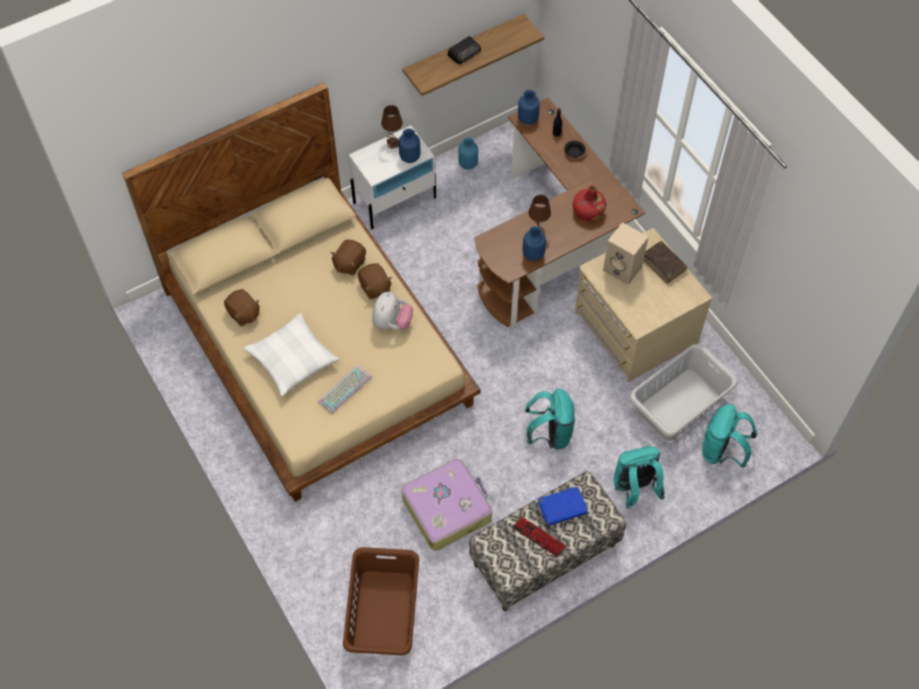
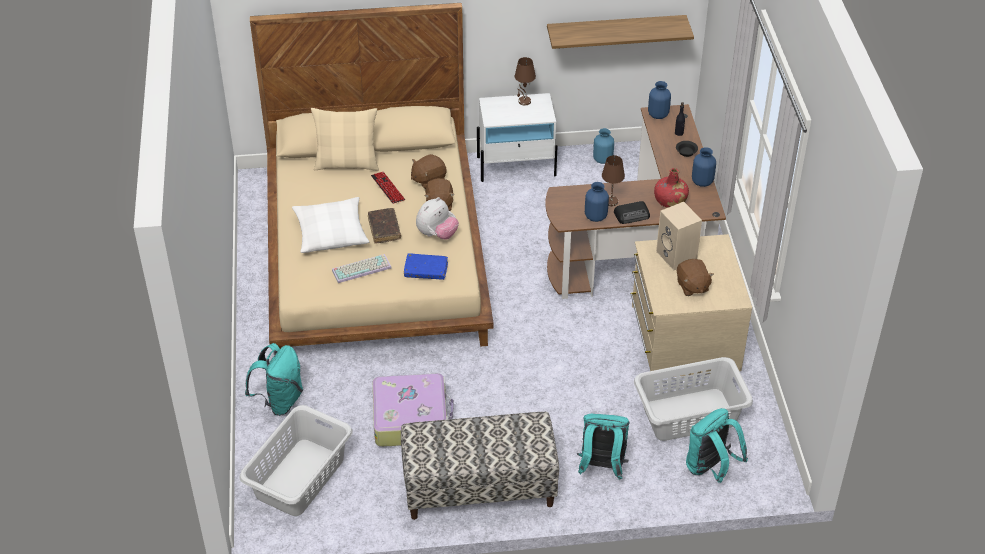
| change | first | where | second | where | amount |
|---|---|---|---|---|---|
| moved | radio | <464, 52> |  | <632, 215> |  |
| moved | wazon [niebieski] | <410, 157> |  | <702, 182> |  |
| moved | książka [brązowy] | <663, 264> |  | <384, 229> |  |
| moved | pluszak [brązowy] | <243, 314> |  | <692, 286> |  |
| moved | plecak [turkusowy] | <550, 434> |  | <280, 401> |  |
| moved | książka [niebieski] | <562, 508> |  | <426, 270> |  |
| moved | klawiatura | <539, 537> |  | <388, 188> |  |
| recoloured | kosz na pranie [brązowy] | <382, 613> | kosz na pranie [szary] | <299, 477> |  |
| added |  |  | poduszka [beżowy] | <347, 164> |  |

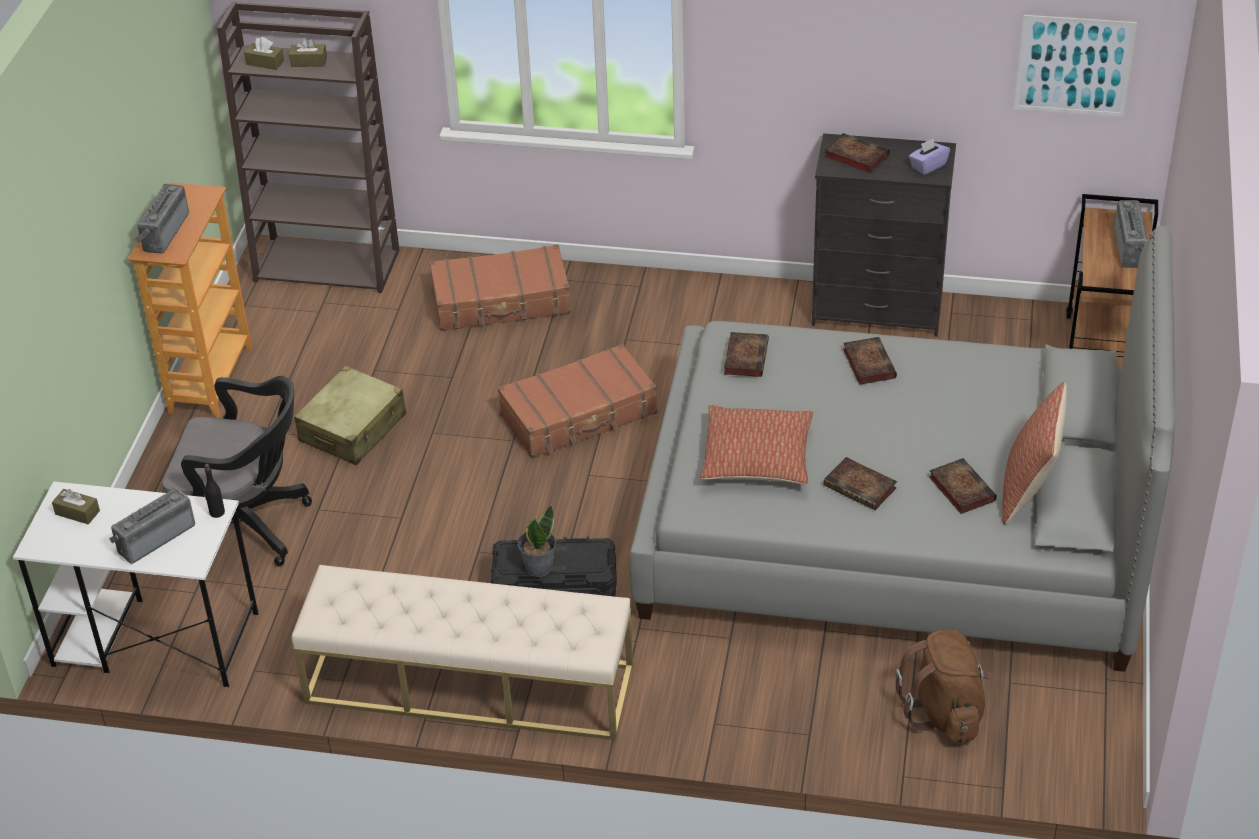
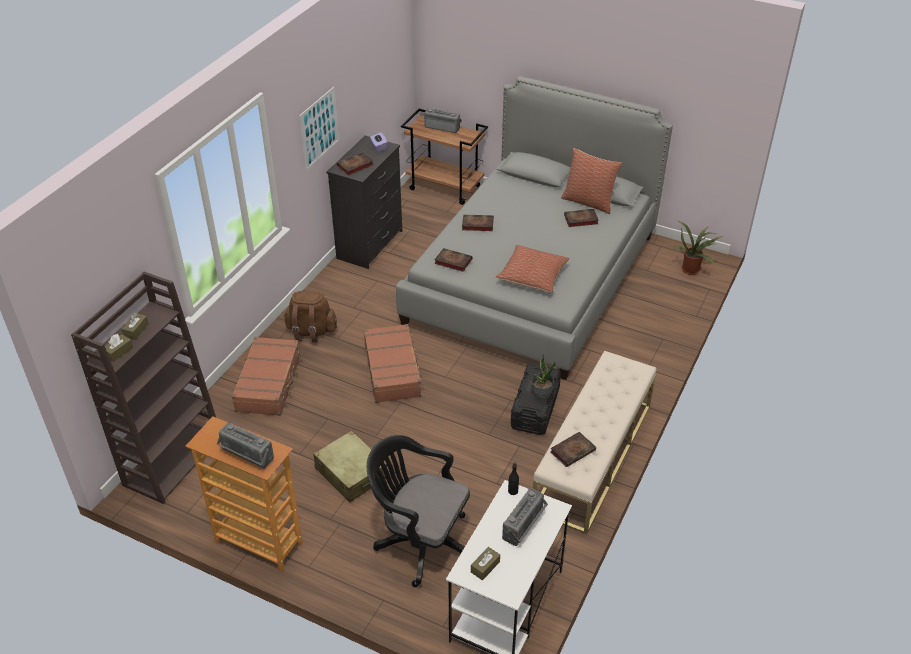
| change | first | where | second | where | amount |
|---|---|---|---|---|---|
| moved | obraz | <1074, 65> |  | <319, 128> |  |
| turned | krzesło biurowe [czarny] | <246, 527> |  | <420, 542> | 90 degrees counterclockwise |
| moved | książka | <861, 487> |  | <573, 450> |  |
| turned | radio | <154, 537> |  | <525, 526> | 120 degrees counterclockwise |
| moved | plecak [brązowy] | <945, 713> |  | <311, 332> |  |
| added |  |  | roślina doniczkowa | <692, 268> |  |

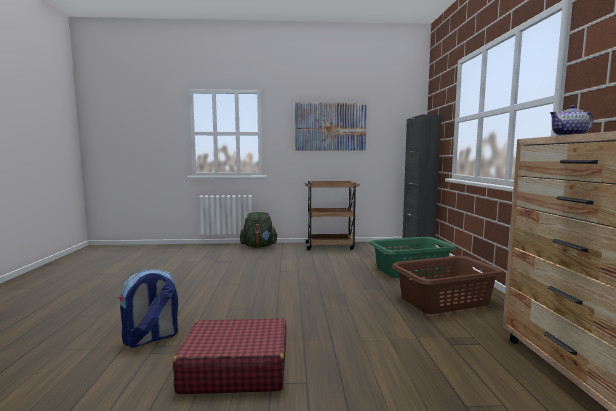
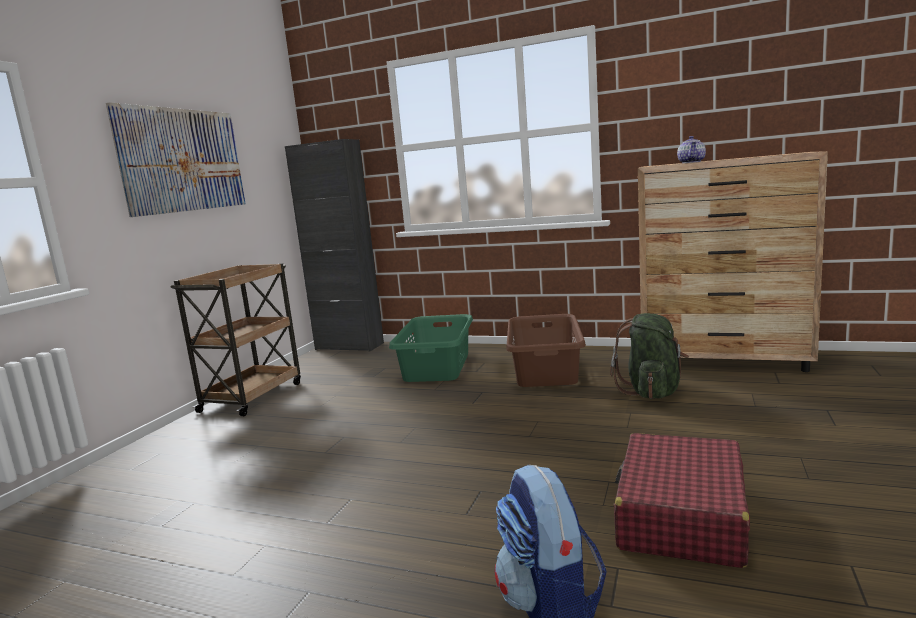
| change | first | where | second | where | amount |
|---|---|---|---|---|---|
| moved | plecak [zielony] | <259, 246> |  | <652, 392> |  |

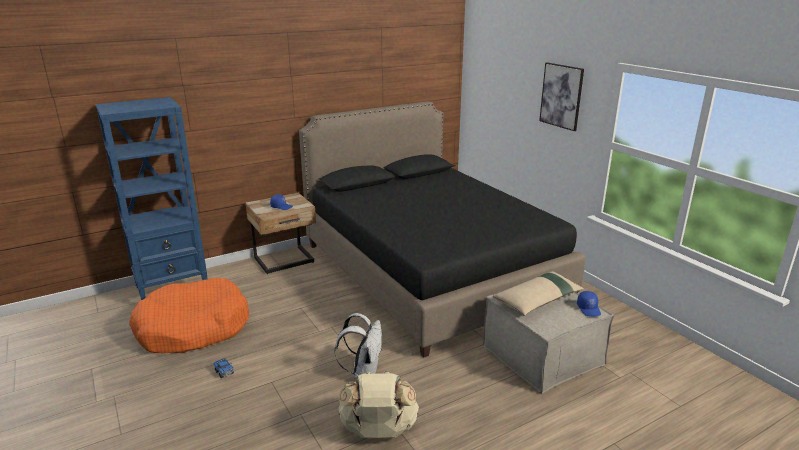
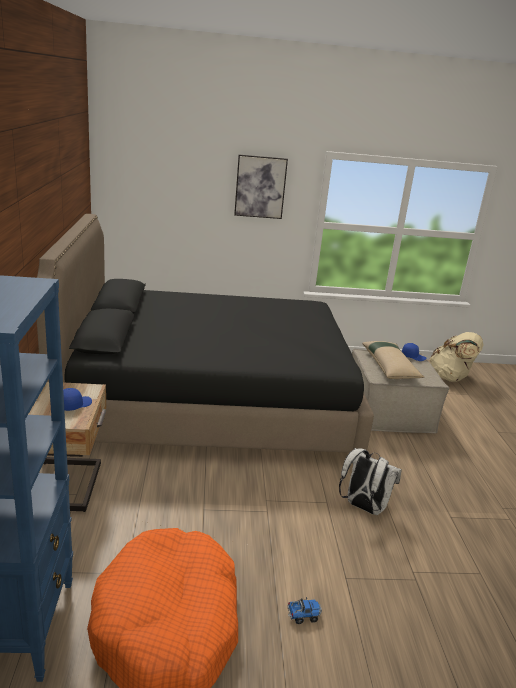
| change | first | where | second | where | amount |
|---|---|---|---|---|---|
| moved | plecak [beżowy] | <378, 431> |  | <450, 378> |  |

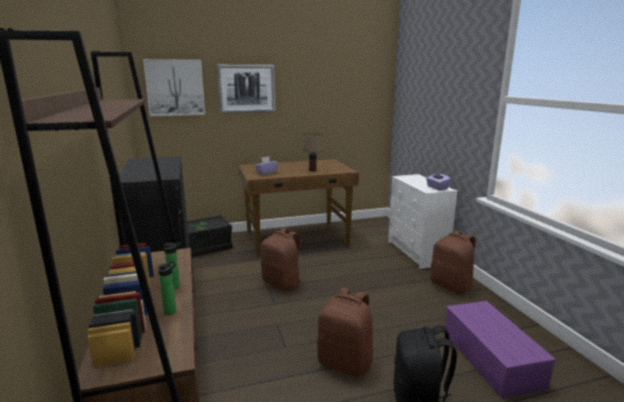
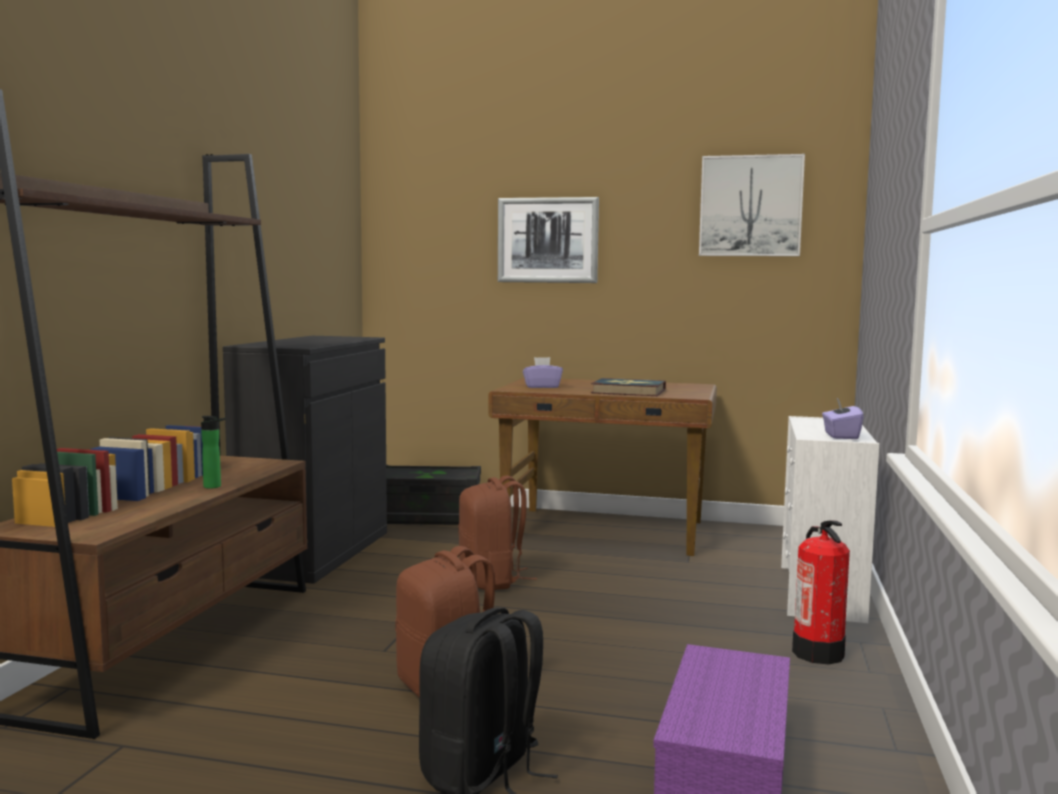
| change | first | where | second | where | amount |
|---|---|---|---|---|---|
| moved | obraz | <175, 87> |  | <750, 206> |  |
| replaced | lampa stołowa | <313, 170> | książka | <628, 391> |  |
| replaced | plecak [brązowy] | <451, 286> | gaśnica | <818, 653> |  |
| removed | butelka | <171, 310> |  |  |  |

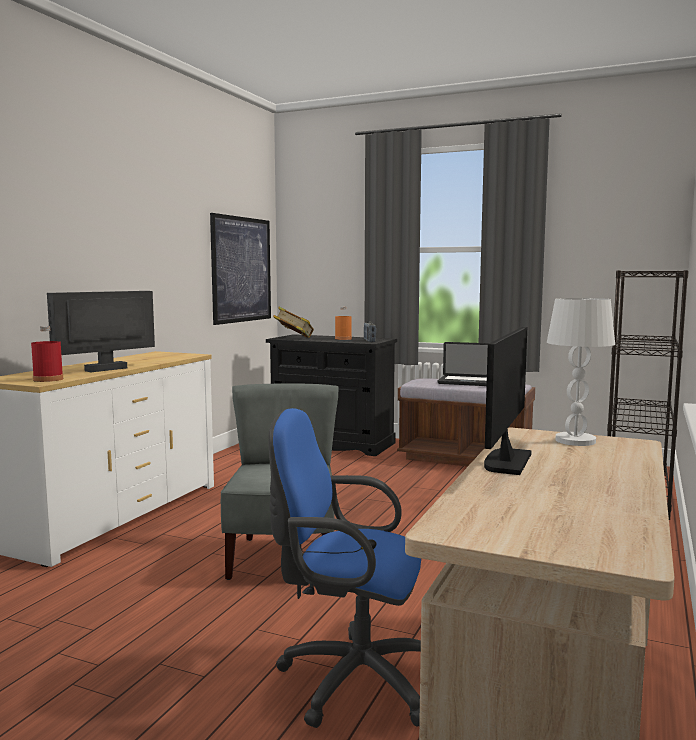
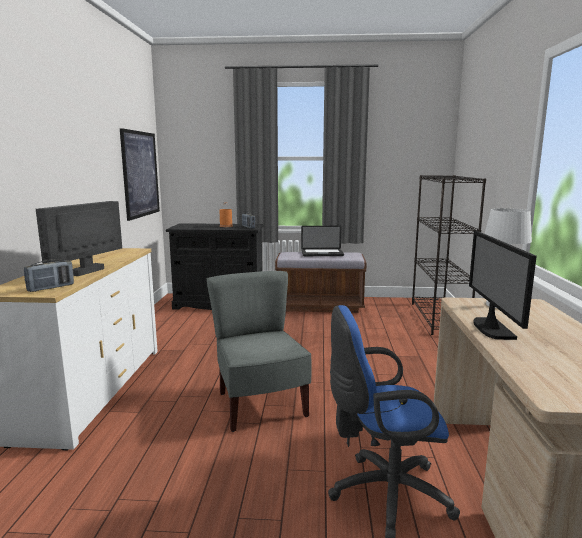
| change | first | where | second | where | amount |
|---|---|---|---|---|---|
| removed | książka | <294, 338> |  |  |  |
| replaced | butelka [czerwony] | <48, 379> | radio | <51, 288> |  |

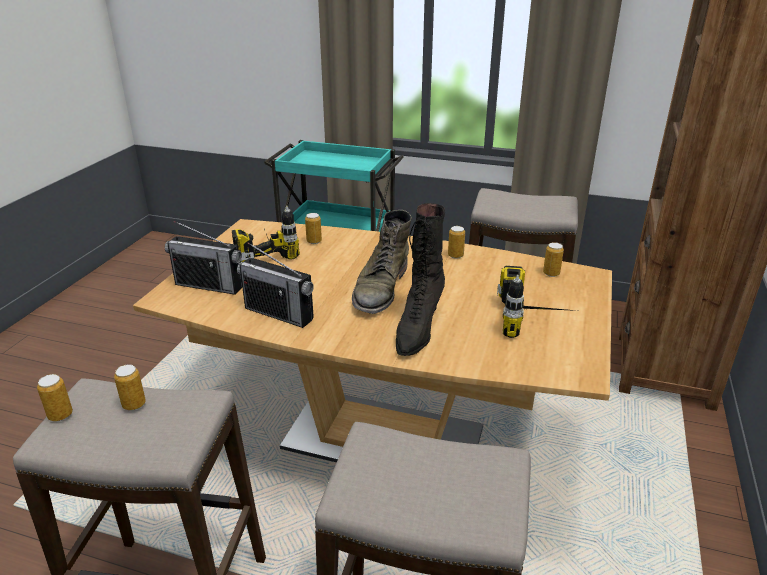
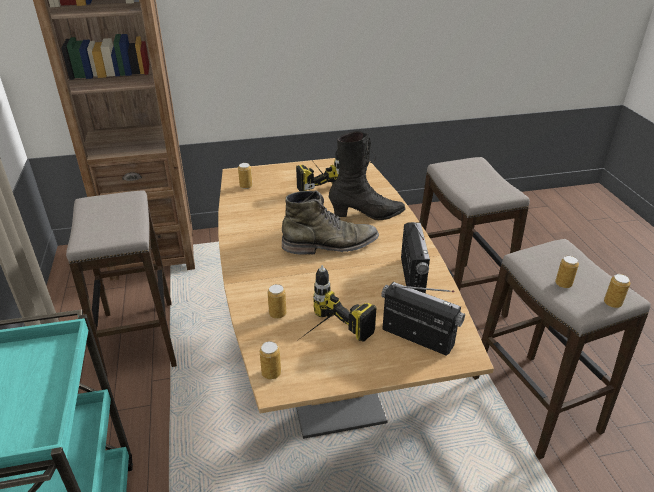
| change | first | where | second | where | amount |
|---|---|---|---|---|---|
| turned | radio | <209, 285> |  | <417, 337> | 45 degrees counterclockwise |
| moved | puszka | <455, 255> |  | <271, 373> |  |

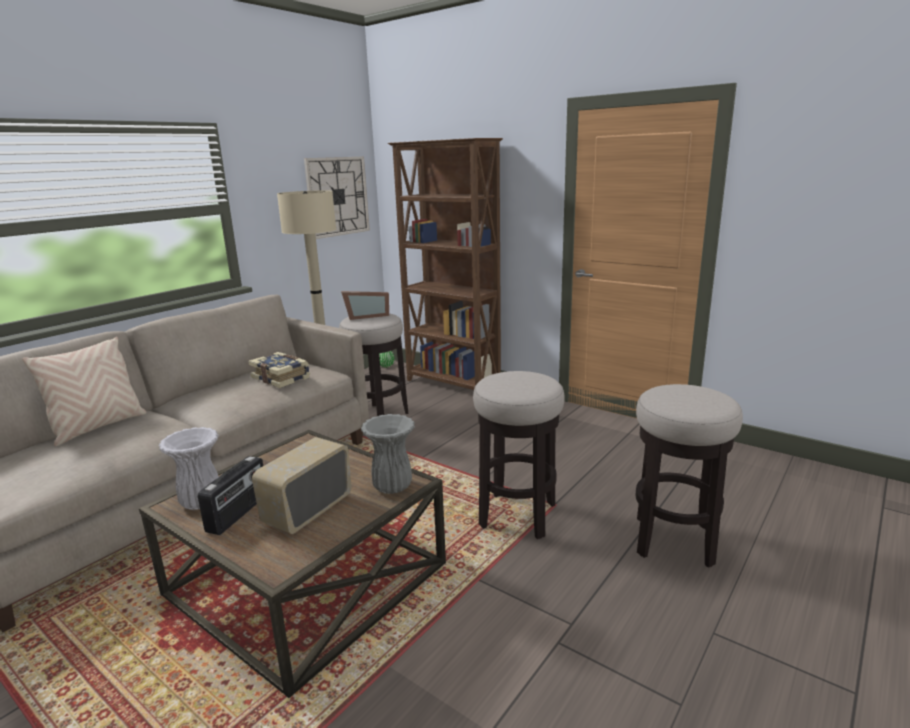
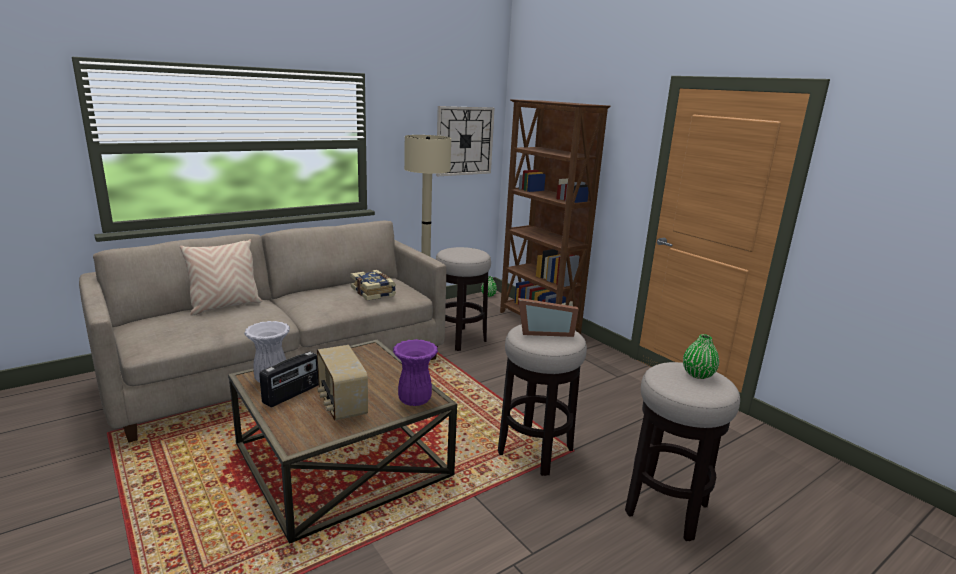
| change | first | where | second | where | amount |
|---|---|---|---|---|---|
| moved | ramka na zdjęcie | <366, 316> |  | <544, 332> |  |
| recoloured | wazon [szary] | <393, 487> | wazon [fioletowy] | <415, 401> |  |
| turned | radio | <307, 511> |  | <341, 404> | 75 degrees counterclockwise |
| added |  |  | wazon [zielony] | <698, 374> |  |

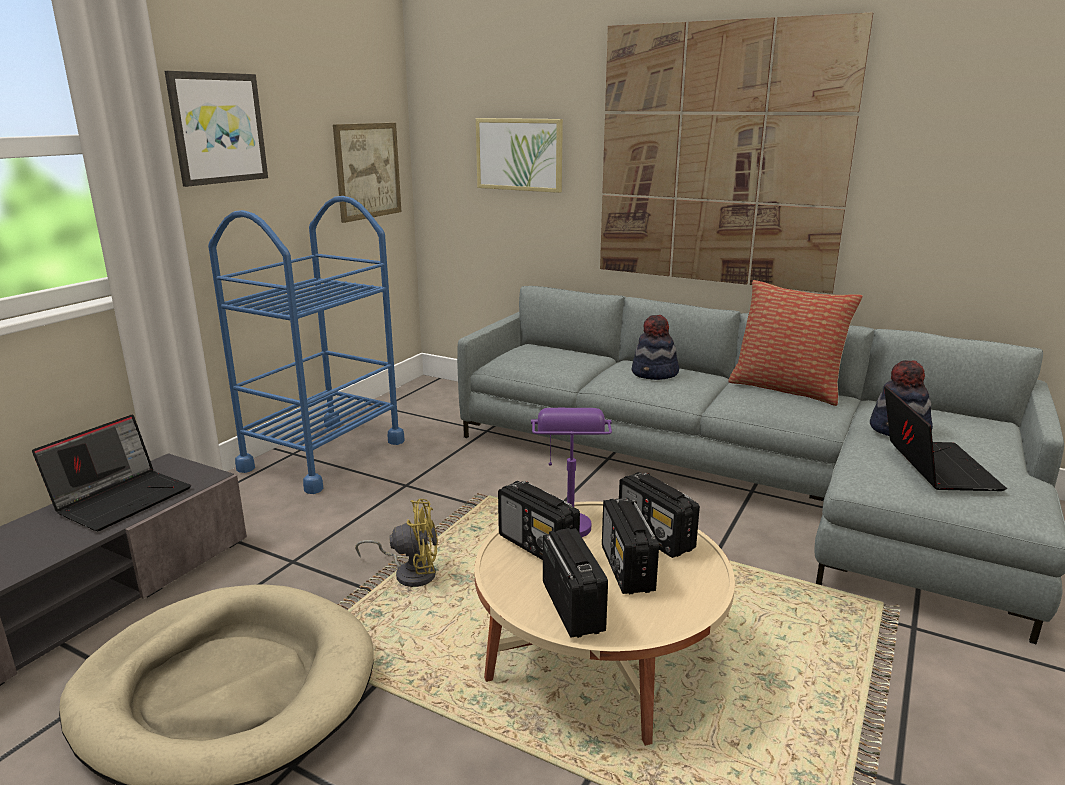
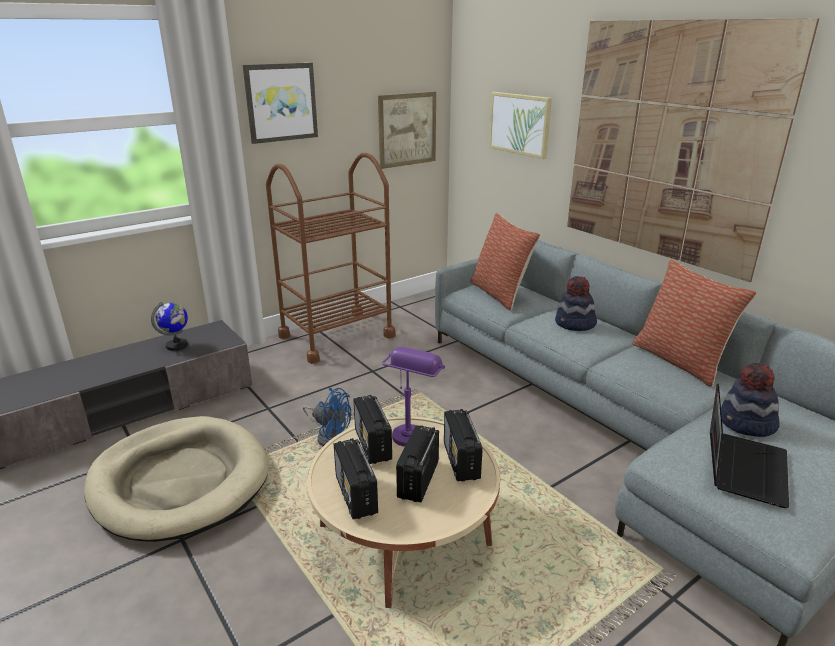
| change | first | where | second | where | amount |
|---|---|---|---|---|---|
| recoloured | wózek [niebieski] | <323, 455> | wózek [brązowy] | <336, 336> |  |
| replaced | laptop | <122, 498> | globus | <177, 346> |  |
| recoloured | wentylator [żółty] | <410, 573> | wentylator [niebieski] | <330, 436> |  |
| turned | radio | <572, 606> |  | <356, 495> | 150 degrees clockwise |
| added |  |  | poduszka | <500, 293> |  |

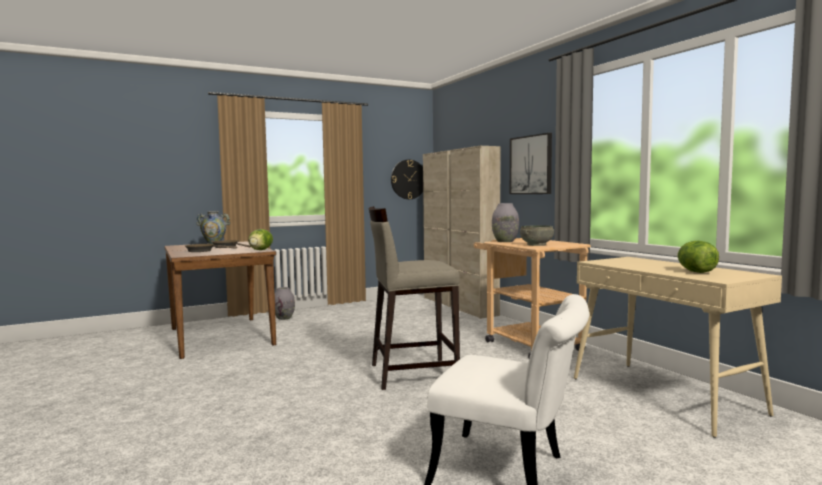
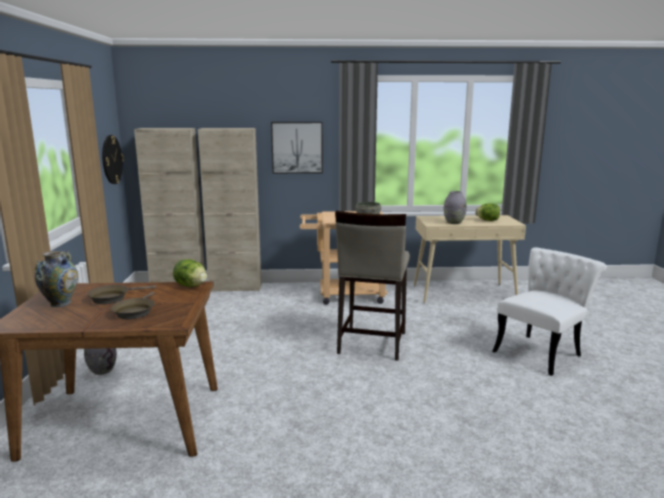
| change | first | where | second | where | amount |
|---|---|---|---|---|---|
| moved | wazon [szary] | <504, 241> |  | <454, 222> |  |

